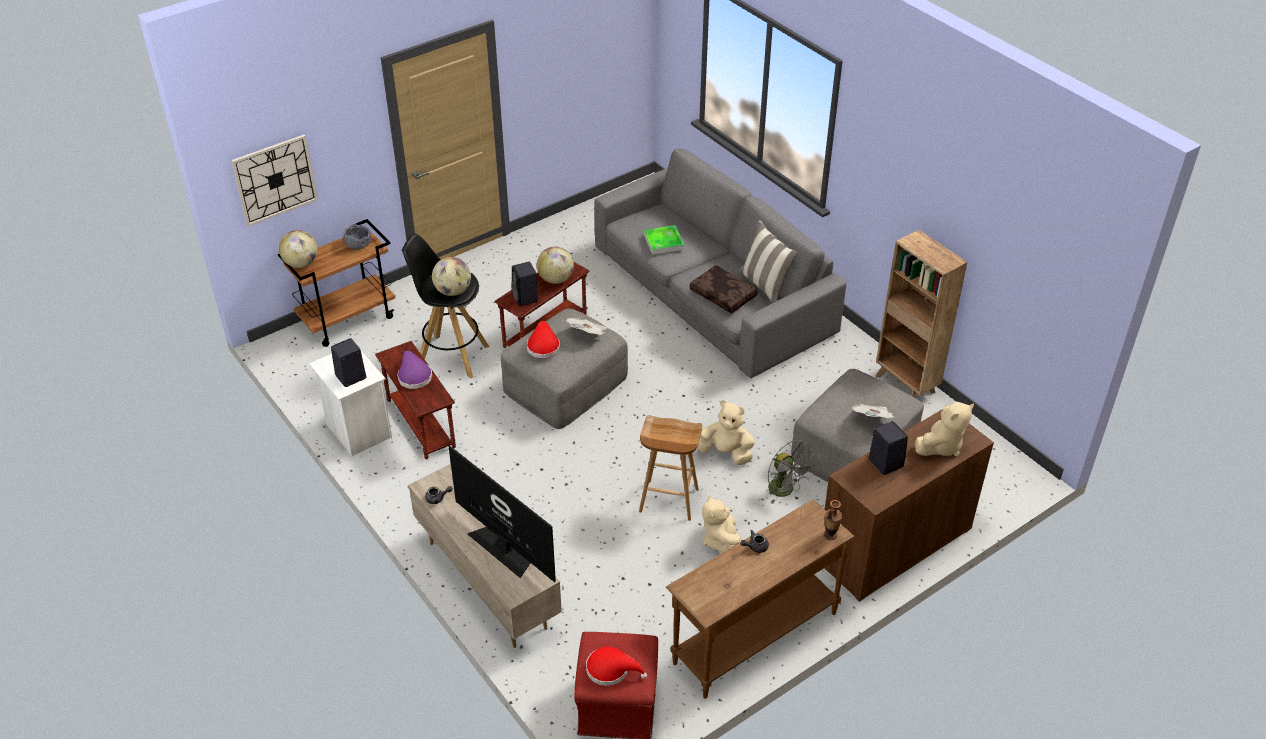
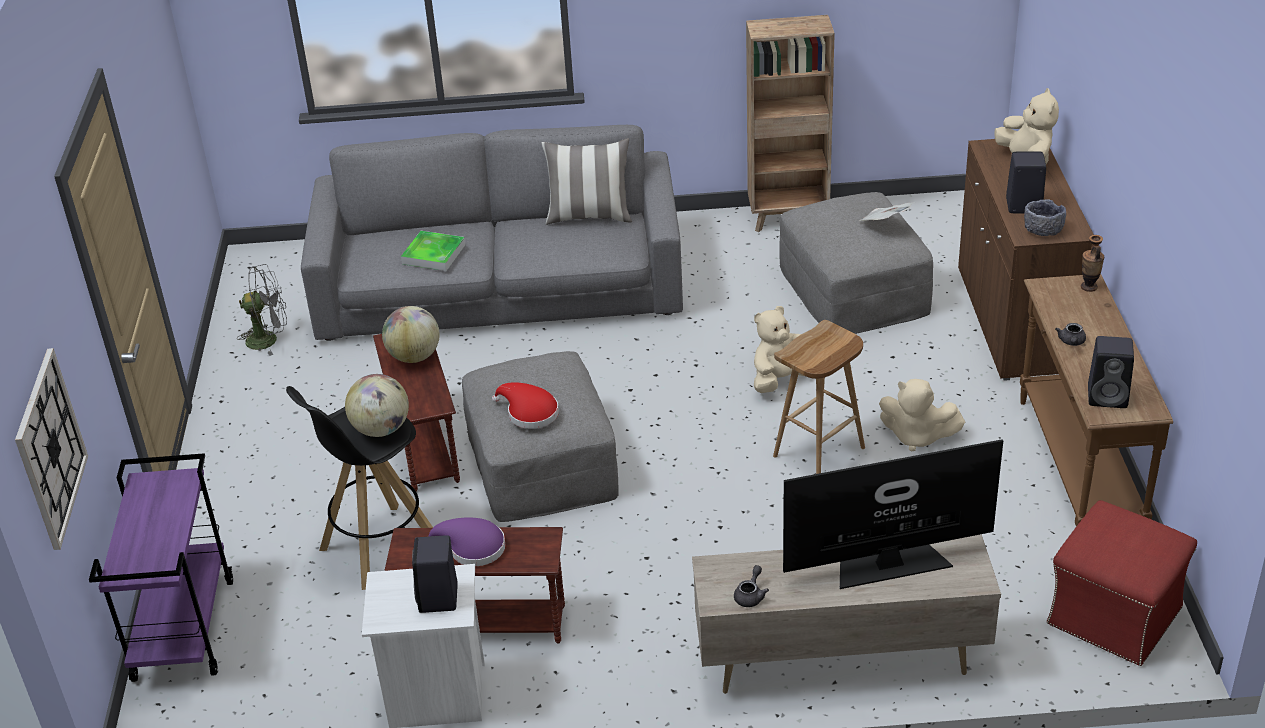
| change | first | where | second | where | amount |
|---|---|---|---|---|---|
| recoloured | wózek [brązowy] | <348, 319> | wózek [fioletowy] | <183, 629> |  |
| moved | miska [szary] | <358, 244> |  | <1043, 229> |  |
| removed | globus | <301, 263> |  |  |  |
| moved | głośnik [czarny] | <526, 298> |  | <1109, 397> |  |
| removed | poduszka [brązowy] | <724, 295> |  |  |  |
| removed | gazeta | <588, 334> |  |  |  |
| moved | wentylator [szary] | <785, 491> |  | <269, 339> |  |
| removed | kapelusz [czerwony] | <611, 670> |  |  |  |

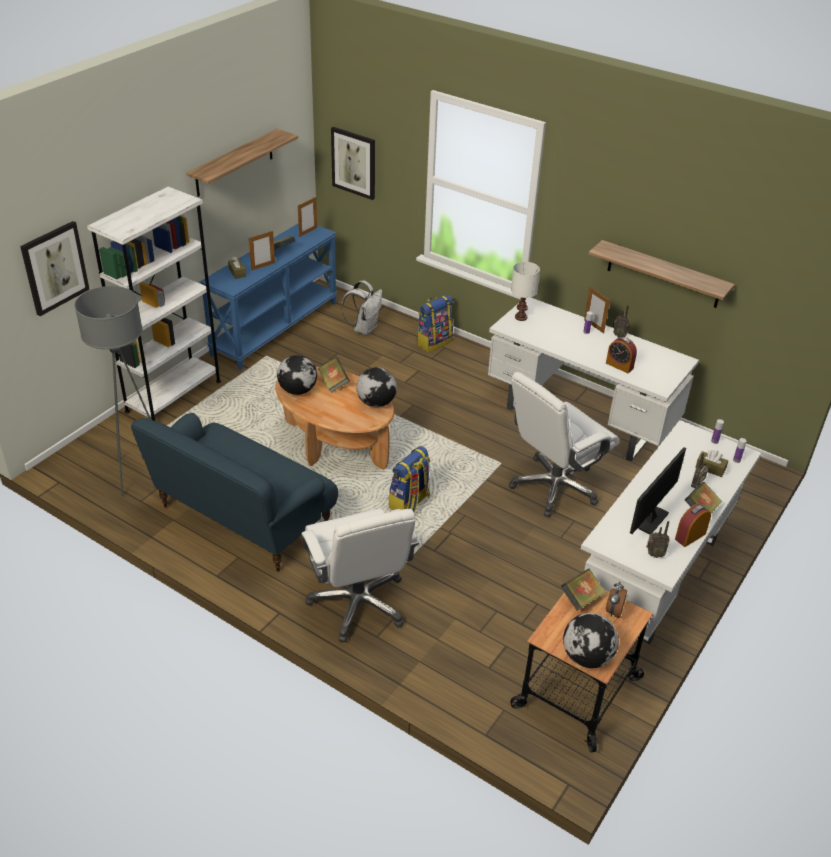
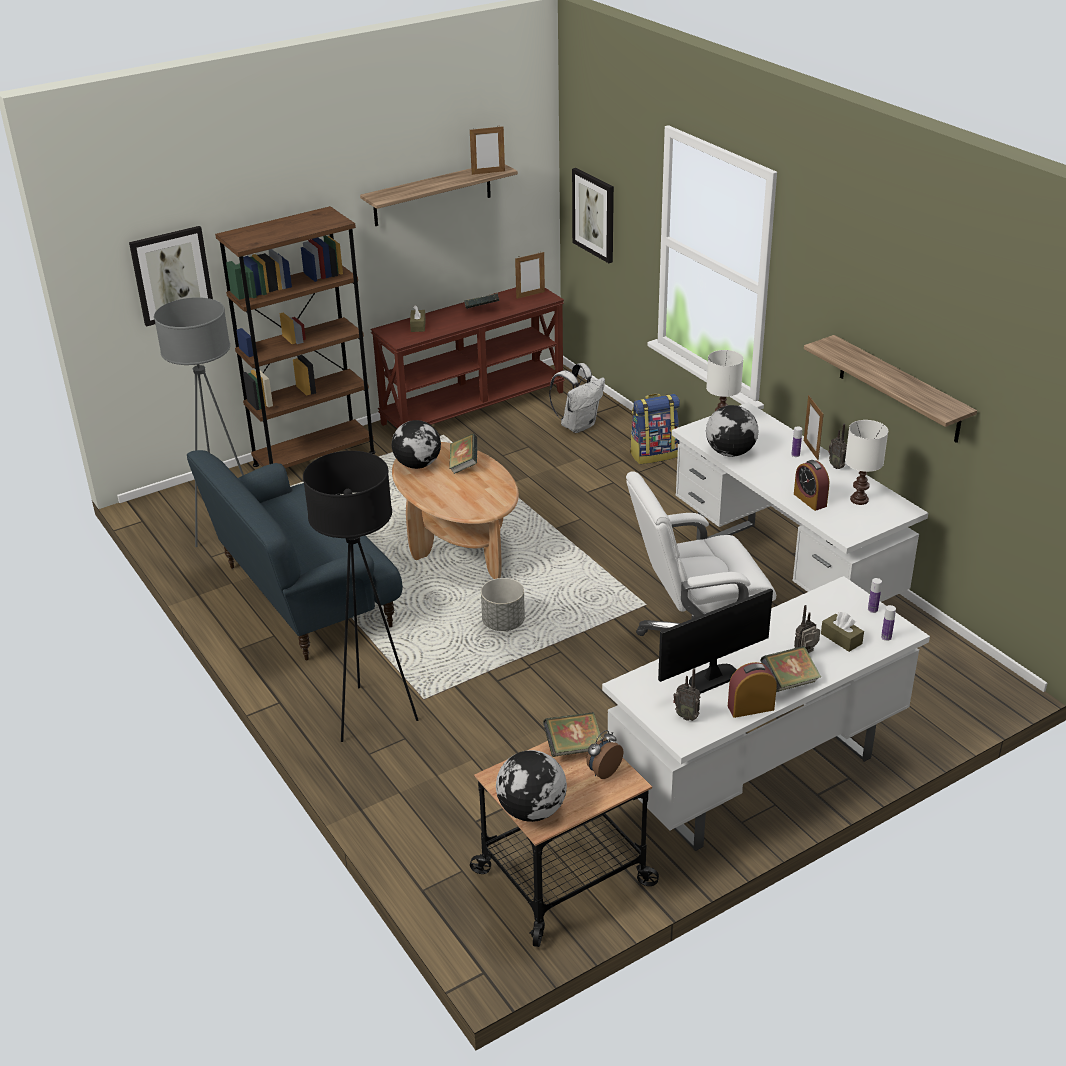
| change | first | where | second | where | amount |
|---|---|---|---|---|---|
| recoloured | regał [biały] | <173, 396> | regał [brązowy] | <314, 458> |  |
| recoloured | stolik konsolowy [niebieski] | <275, 328> | stolik konsolowy [brązowy] | <473, 407> |  |
| moved | ramka na zdjęcie | <263, 266> |  | <488, 172> |  |
| moved | globus | <376, 402> |  | <730, 452> |  |
| replaced | plecak | <409, 502> | donica [szary] | <503, 623> |  |
| replaced | krzesło biurowe [biały] | <359, 603> | lampa stojąca [czarny] | <372, 715> |  |
| added |  |  | lampa stołowa [biały] | <858, 500> |  |

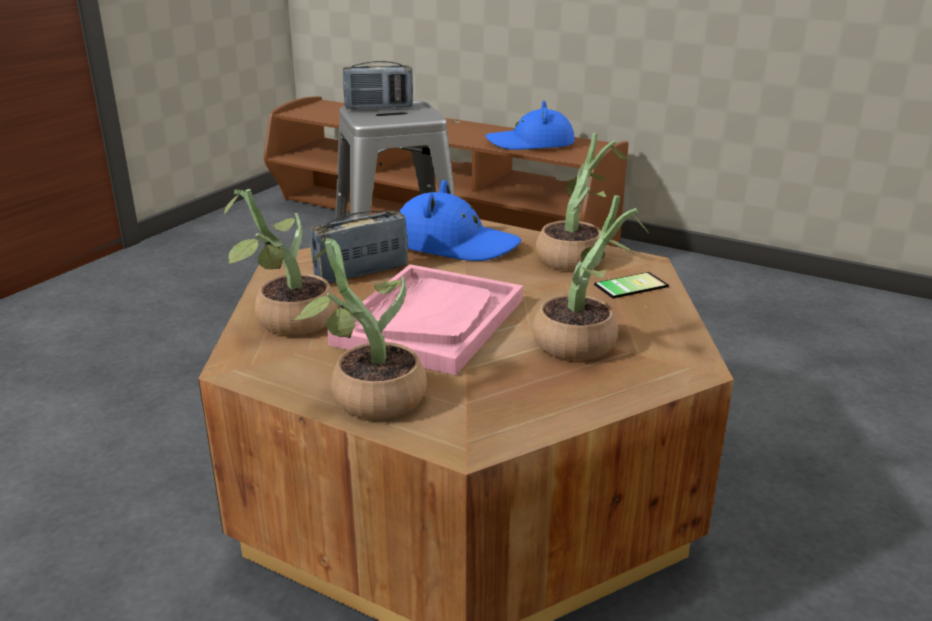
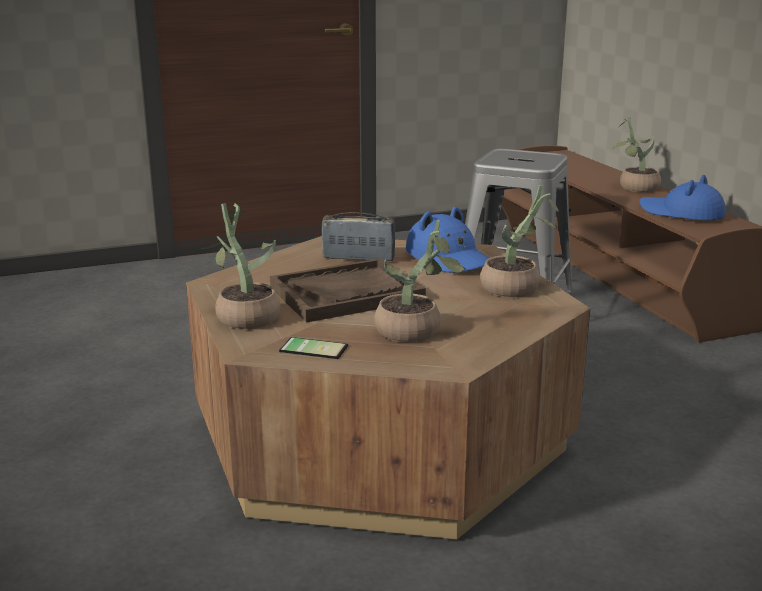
| change | first | where | second | where | amount |
|---|---|---|---|---|---|
| removed | radio | <378, 107> |  |  |  |
| moved | roślina doniczkowa | <286, 322> |  | <634, 187> |  |
| recoloured | taca [różowy] | <430, 321> | taca [brązowy] | <346, 293> |  |
| moved | telefon | <629, 284> |  | <315, 347> |  |

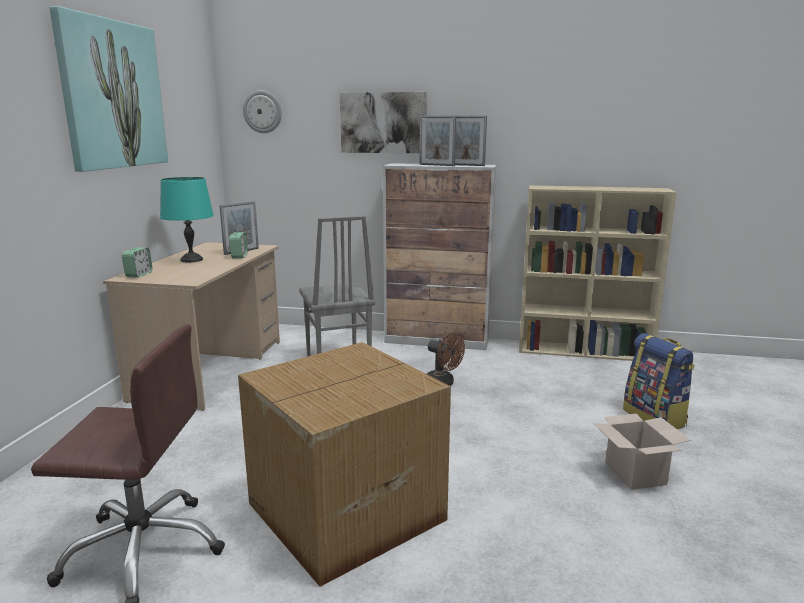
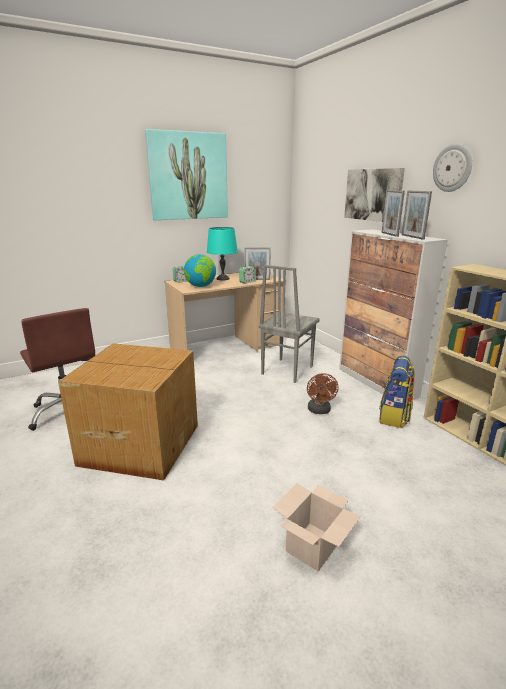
| change | first | where | second | where | amount |
|---|---|---|---|---|---|
| moved | zegar ścienny | <262, 111> |  | <452, 168> |  |
| moved | plecak | <655, 418> |  | <394, 416> |  |
| added |  |  | globus | <200, 286> |  |

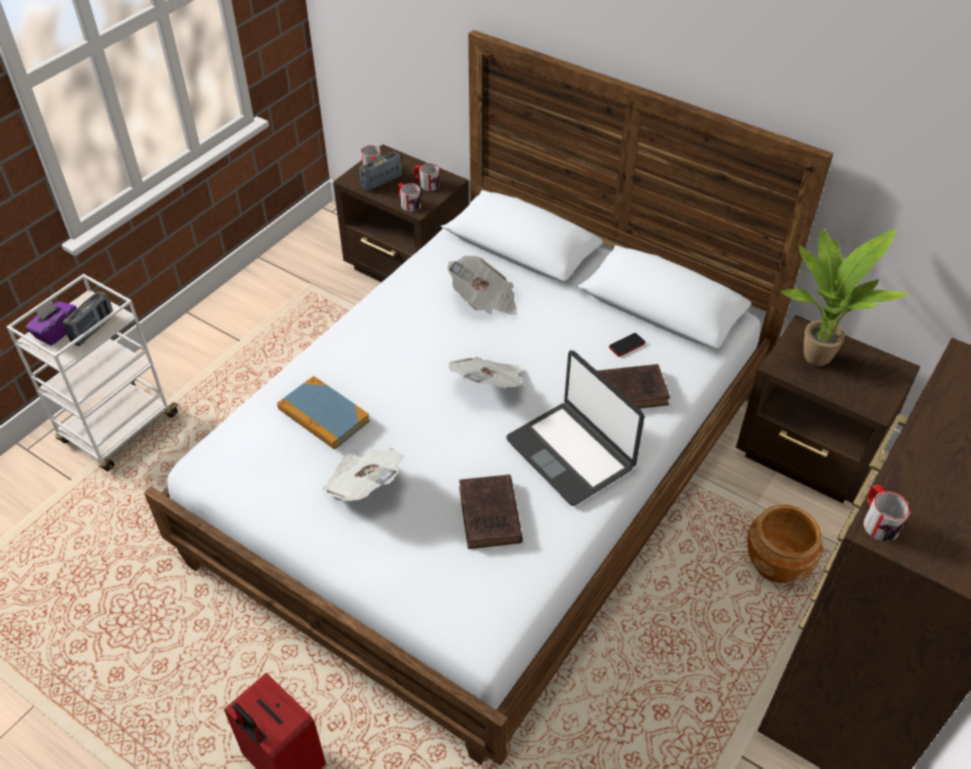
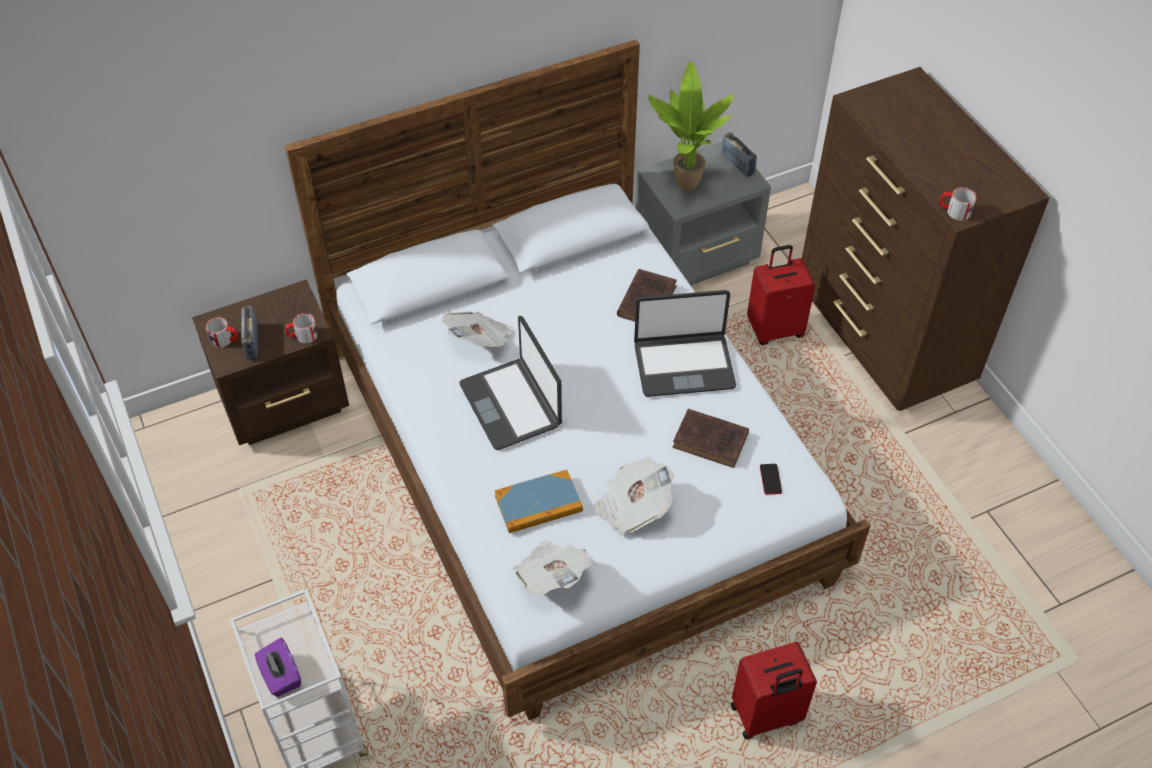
| change | first | where | second | where | amount |
|---|---|---|---|---|---|
| removed | kubek | <426, 183> |  |  |  |
| moved | radio | <93, 329> |  | <737, 164> |  |
| recoloured | szafka nocna [brązowy] | <808, 457> | szafka nocna [szary] | <698, 257> |  |
| moved | telefon | <627, 345> |  | <770, 479> |  |
| moved | gazeta | <490, 386> |  | <552, 576> |  |
| replaced | donica [brązowy] | <777, 564> | walizka [czerwony] | <775, 329> |  |
| added |  |  | laptop | <511, 404> |  |

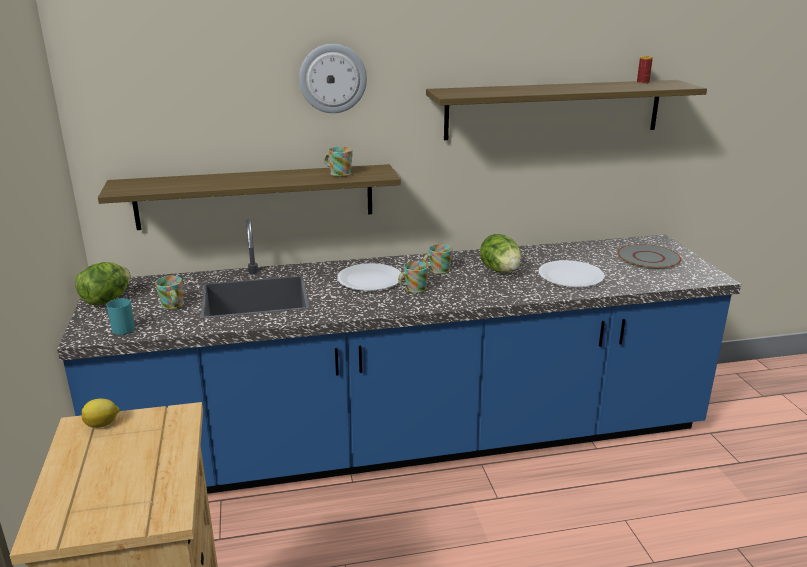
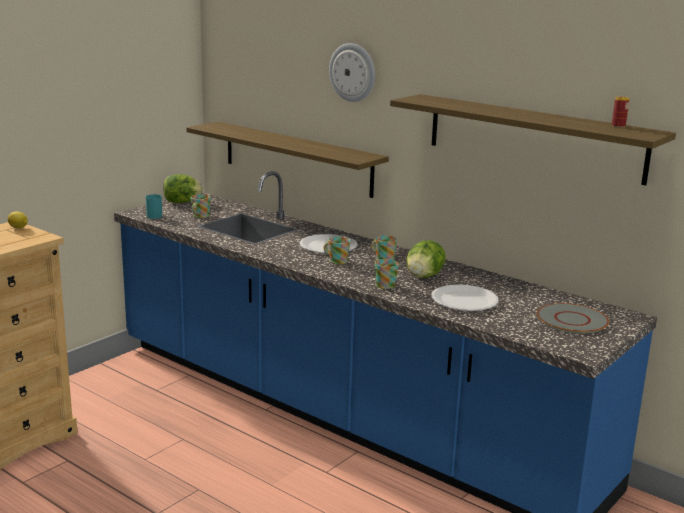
| change | first | where | second | where | amount |
|---|---|---|---|---|---|
| moved | kubek | <338, 173> |  | <385, 284> |  |

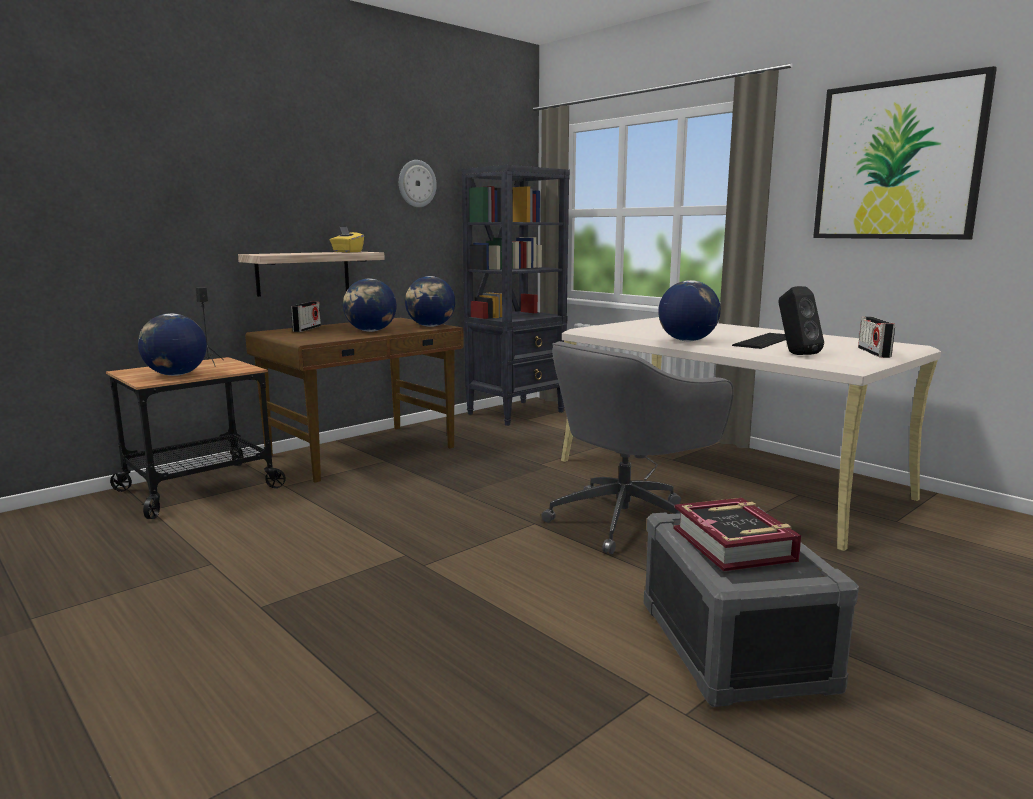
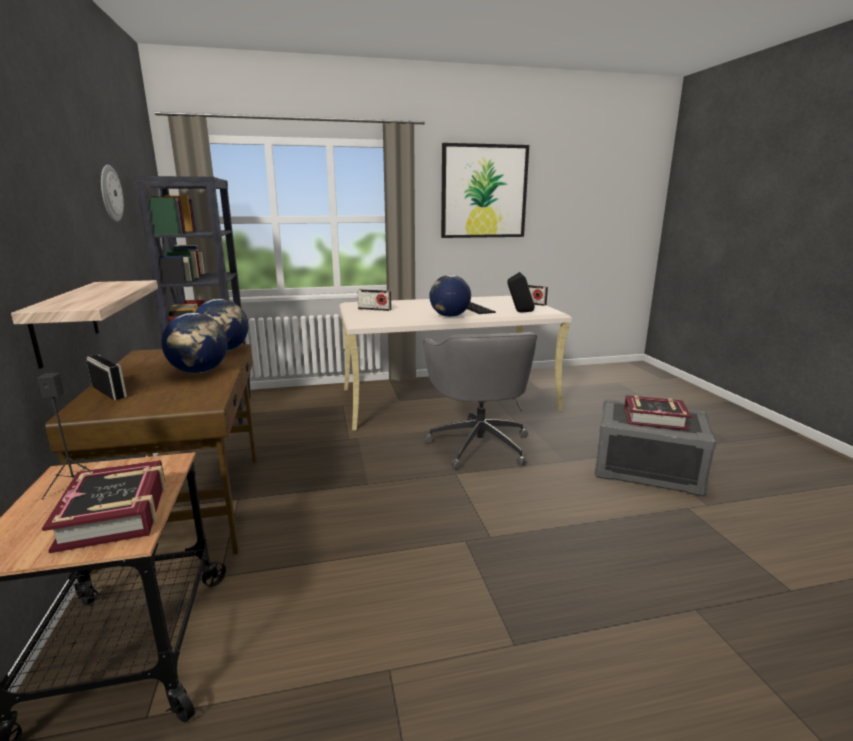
| change | first | where | second | where | amount |
|---|---|---|---|---|---|
| removed | pudełko chusteczek [żółty] | <347, 252> |  |  |  |
| replaced | globus | <175, 375> | książka | <115, 513> |  |
| added |  |  | radio | <374, 309> |  |

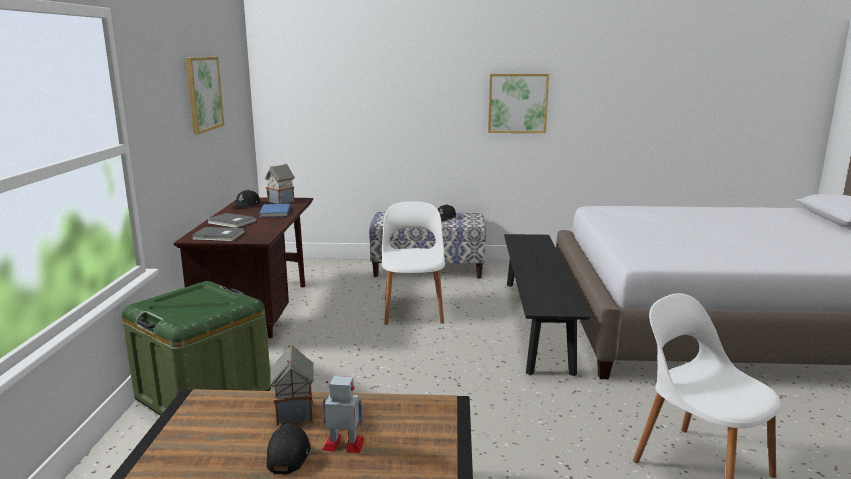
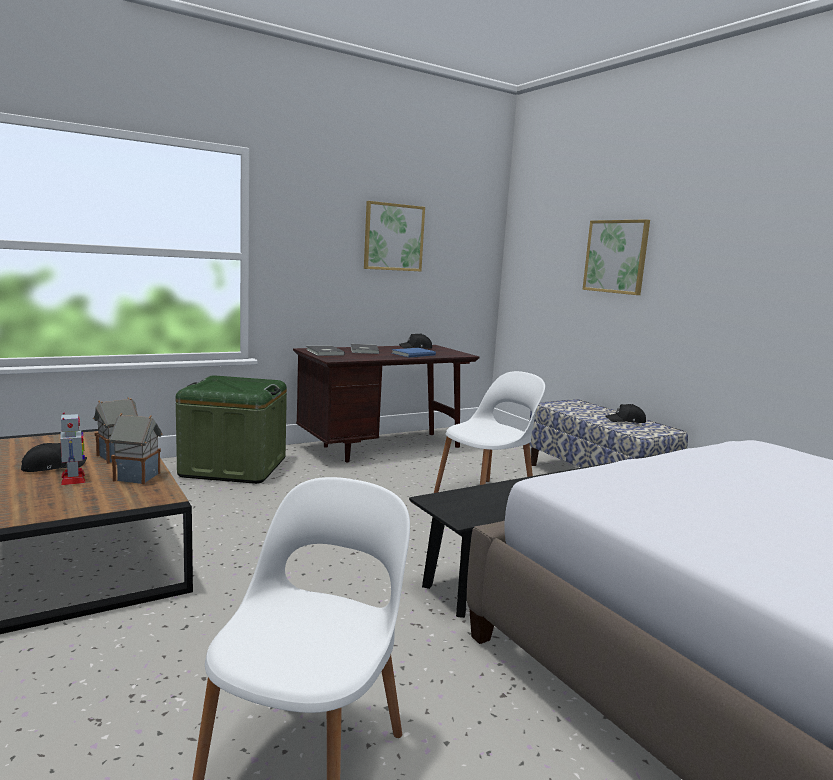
| change | first | where | second | where | amount |
|---|---|---|---|---|---|
| moved | obraz | <517, 103> |  | <616, 256> |  |
| moved | domek | <281, 201> |  | <138, 477> |  |

